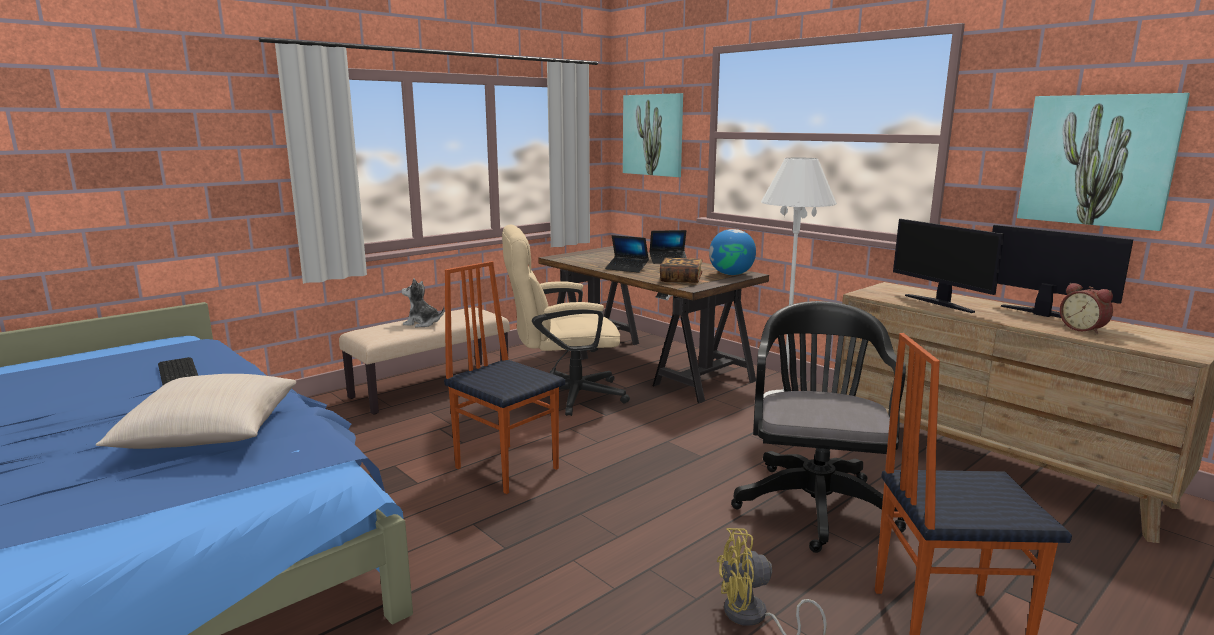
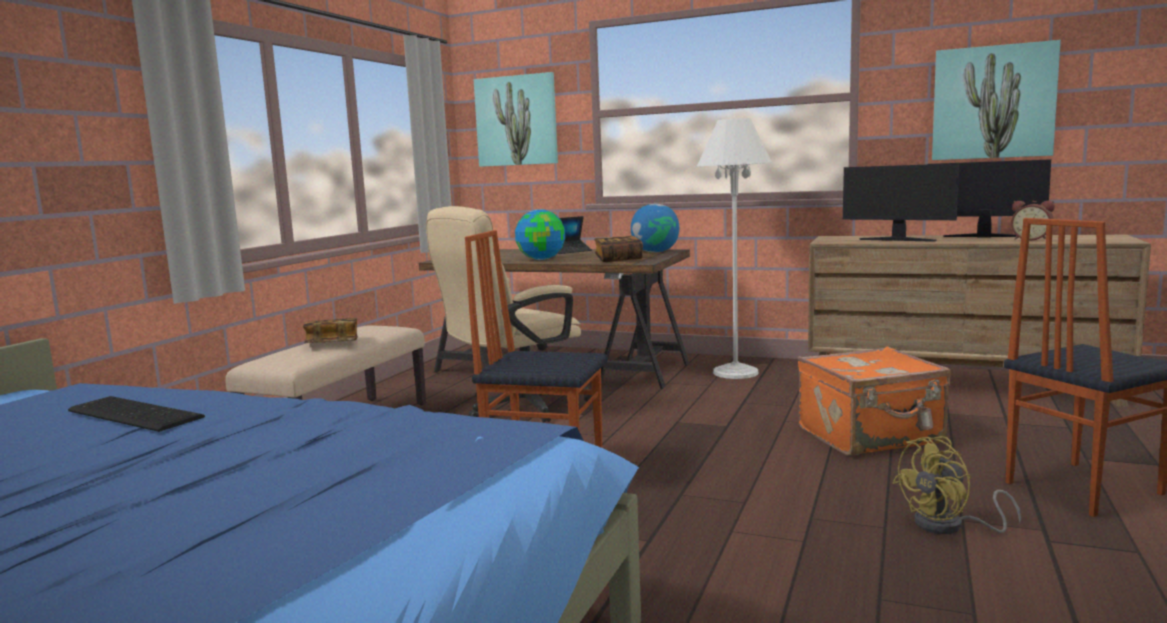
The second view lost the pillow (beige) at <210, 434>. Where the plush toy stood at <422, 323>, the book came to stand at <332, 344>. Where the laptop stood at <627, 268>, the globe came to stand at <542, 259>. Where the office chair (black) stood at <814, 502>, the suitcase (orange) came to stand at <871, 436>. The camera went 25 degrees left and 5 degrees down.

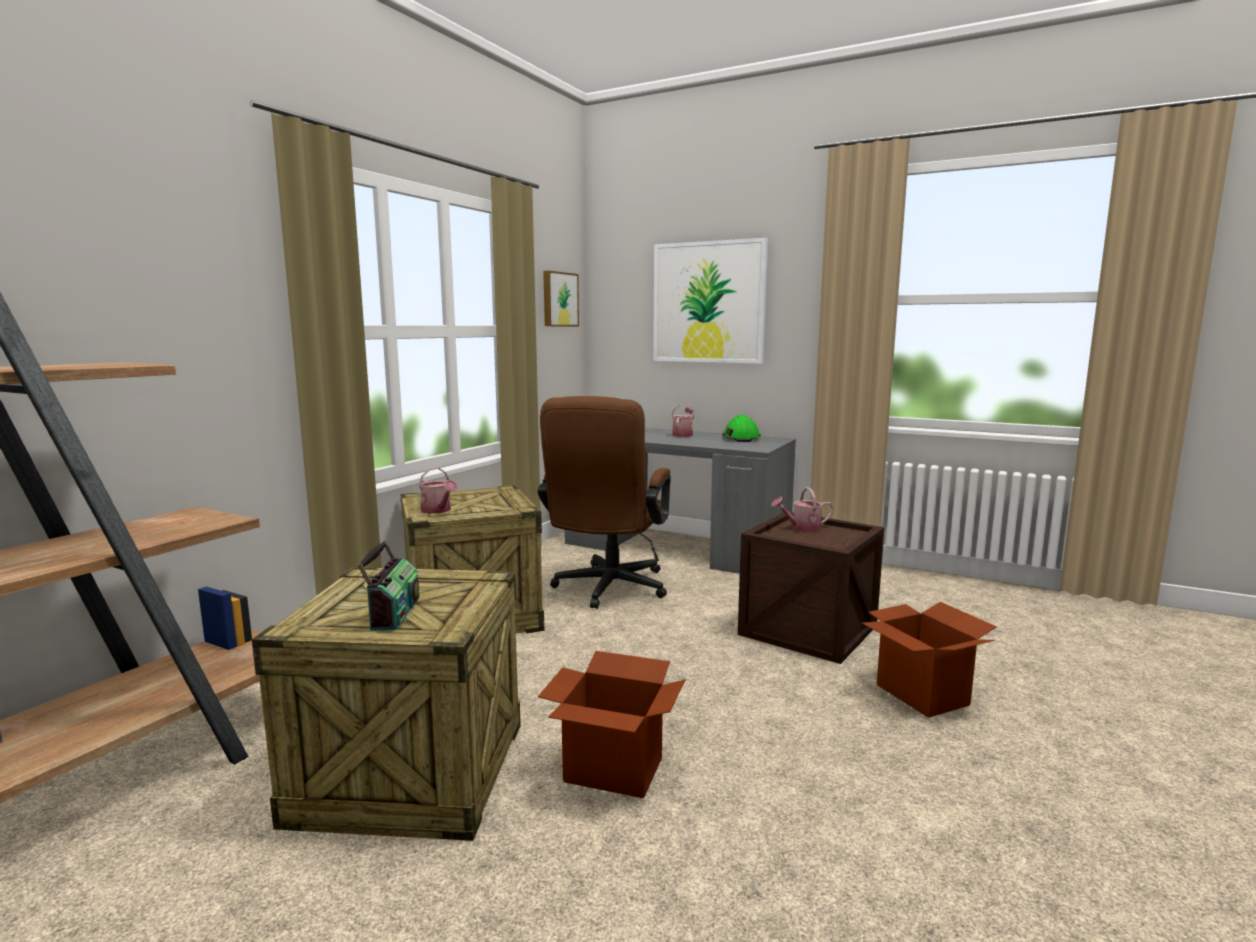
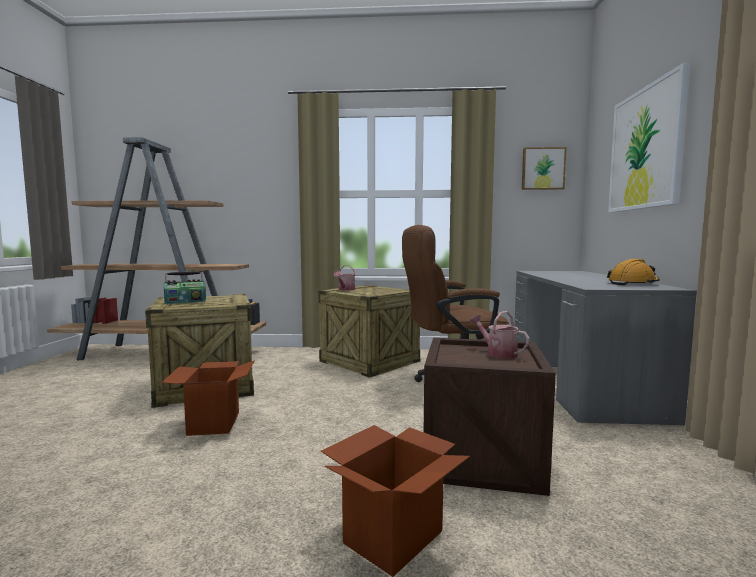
The second view lost the watering can at <683, 434>. What was the hard hat (green) at <741, 438> turned into the hard hat (orange) at <633, 283>. The camera went 65 degrees right and 5 degrees down.

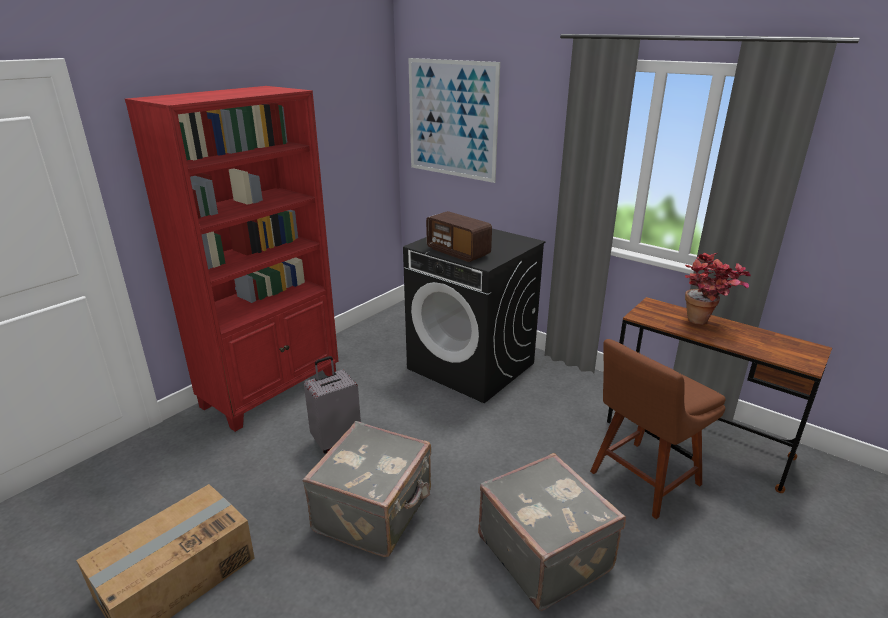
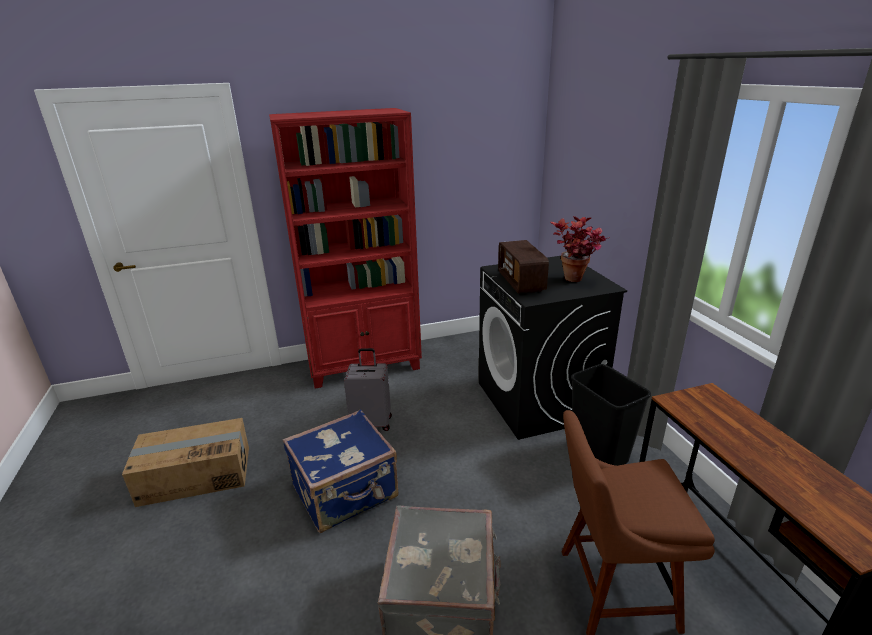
What was the suitcase (grey) at <375, 511> turned into the suitcase (blue) at <346, 492>. The second view lost the picture at <452, 119>. The potted plant ended up elsewhere, having gone from <704, 323> to <576, 282>. The second view gained the trash can (black) at <600, 454>. The camera went 35 degrees right and 0 degrees up.

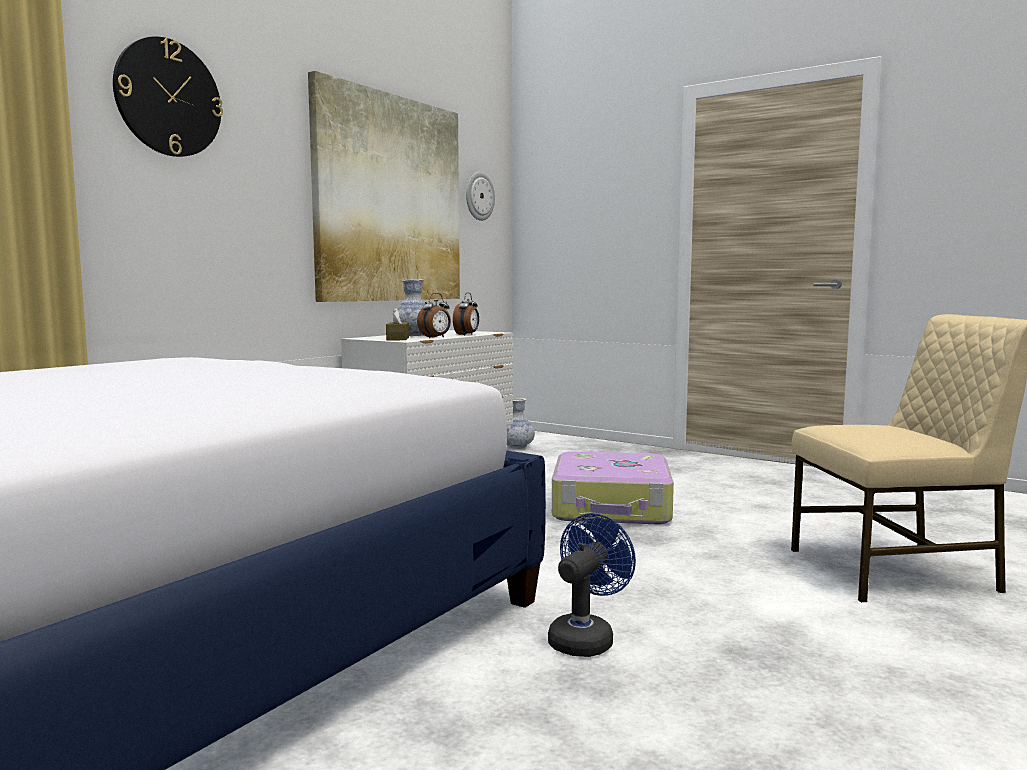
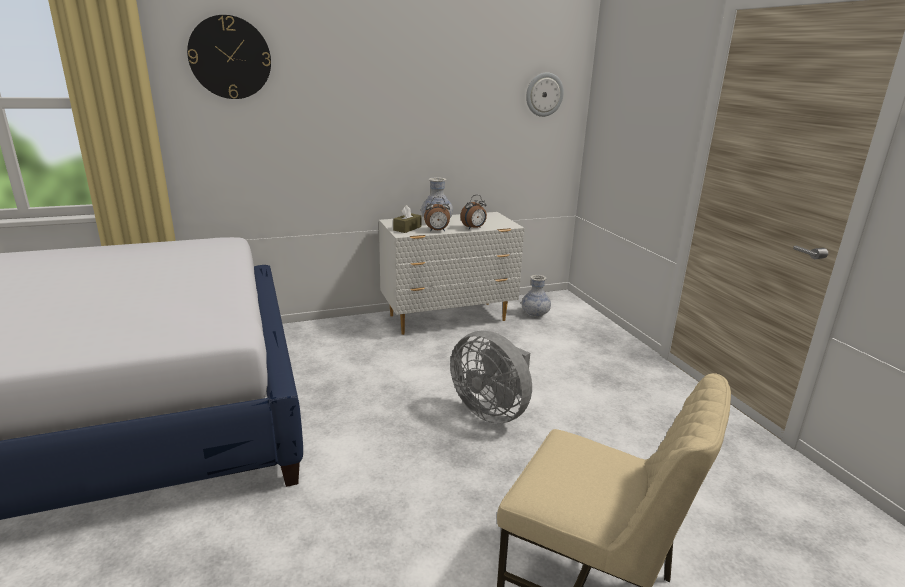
The second view lost the picture at <389, 199>. The second view lost the fan (blue) at <585, 638>. Where the suitcase stood at <612, 507>, the fan (grey) came to stand at <492, 410>. The camera went 35 degrees right and 15 degrees up.

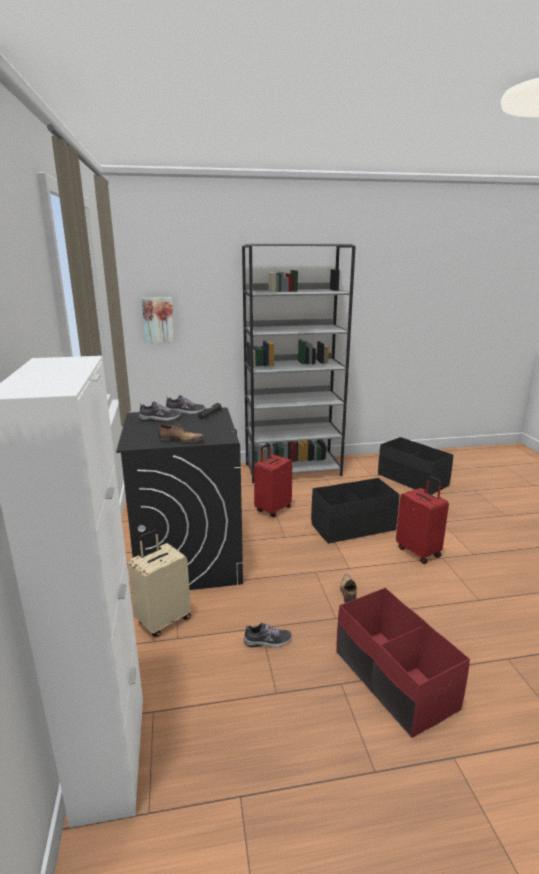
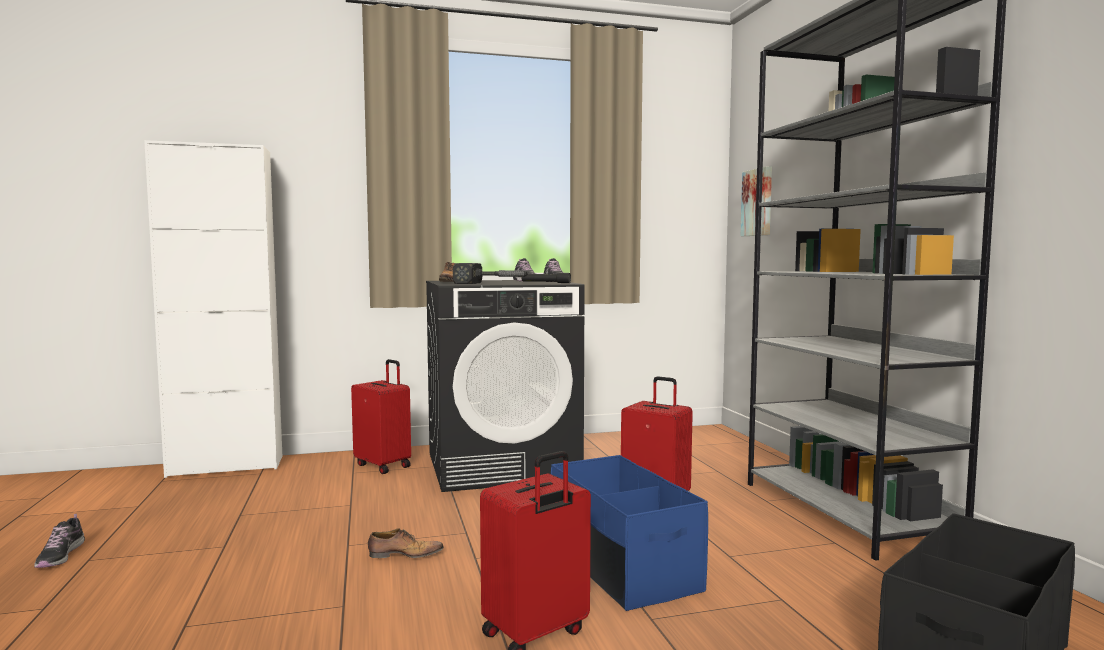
What was the suitcase (beige) at <163, 620> turned into the suitcase (red) at <384, 465>. The shoe ended up elsewhere, having gone from <267, 641> to <60, 556>. What was the storage box (black) at <353, 527> turned into the storage box (blue) at <621, 565>. The second view lost the storage box (red) at <394, 680>. The second view gained the hammer at <494, 283>. The camera went 85 degrees right and 15 degrees down.

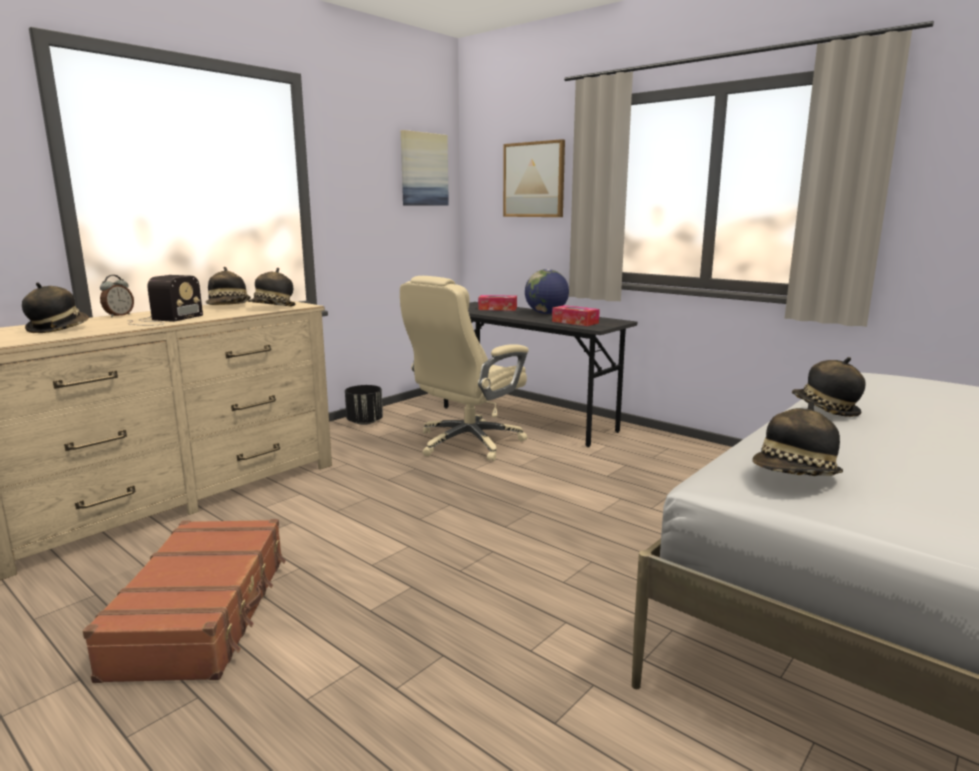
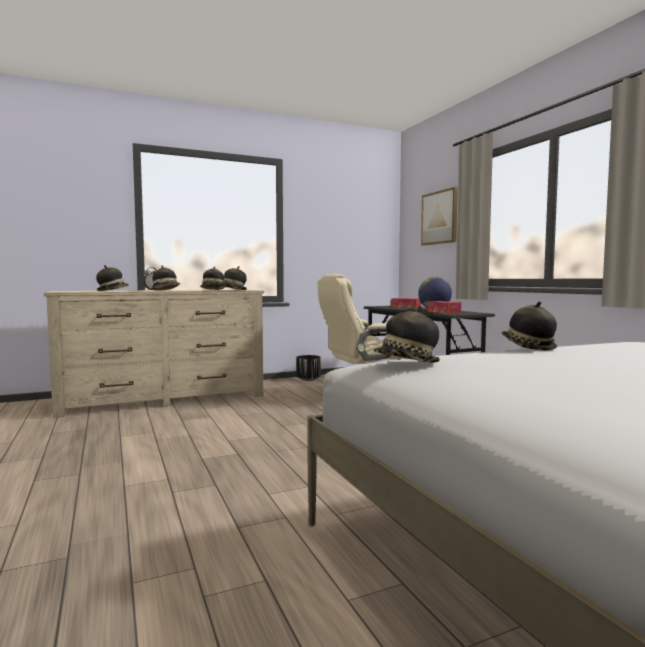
The second view lost the suitcase (brown) at <203, 613>. Where the radio stood at <163, 320>, the hat came to stand at <166, 290>. The second view lost the picture at <423, 169>. The camera went 25 degrees right and 10 degrees down.

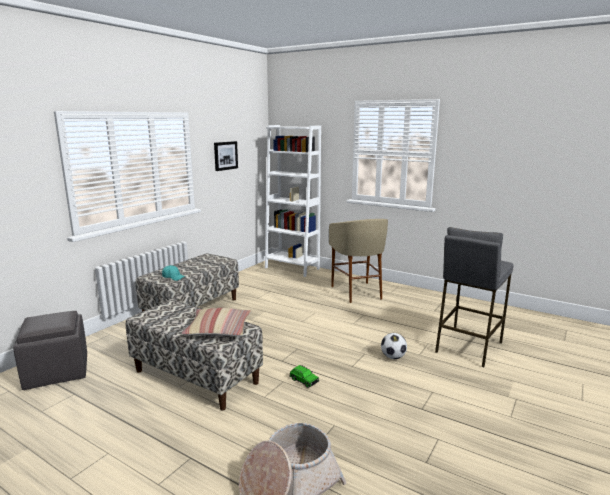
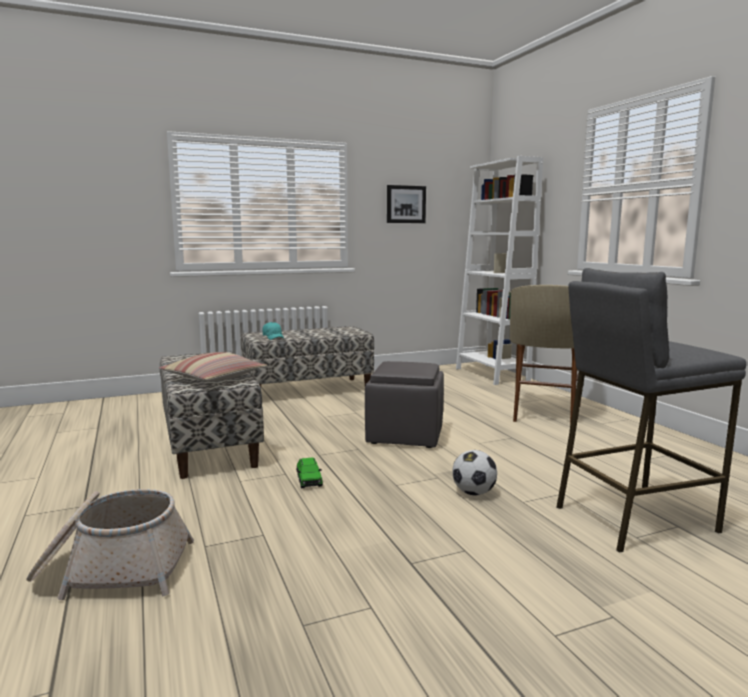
The ottoman (grey) ended up elsewhere, having gone from <56, 372> to <404, 435>. The camera went 35 degrees right and 5 degrees down.

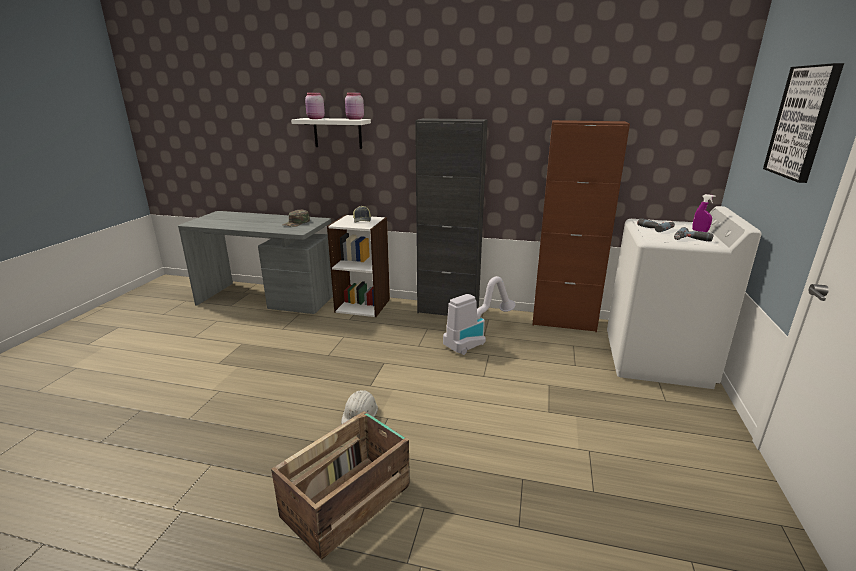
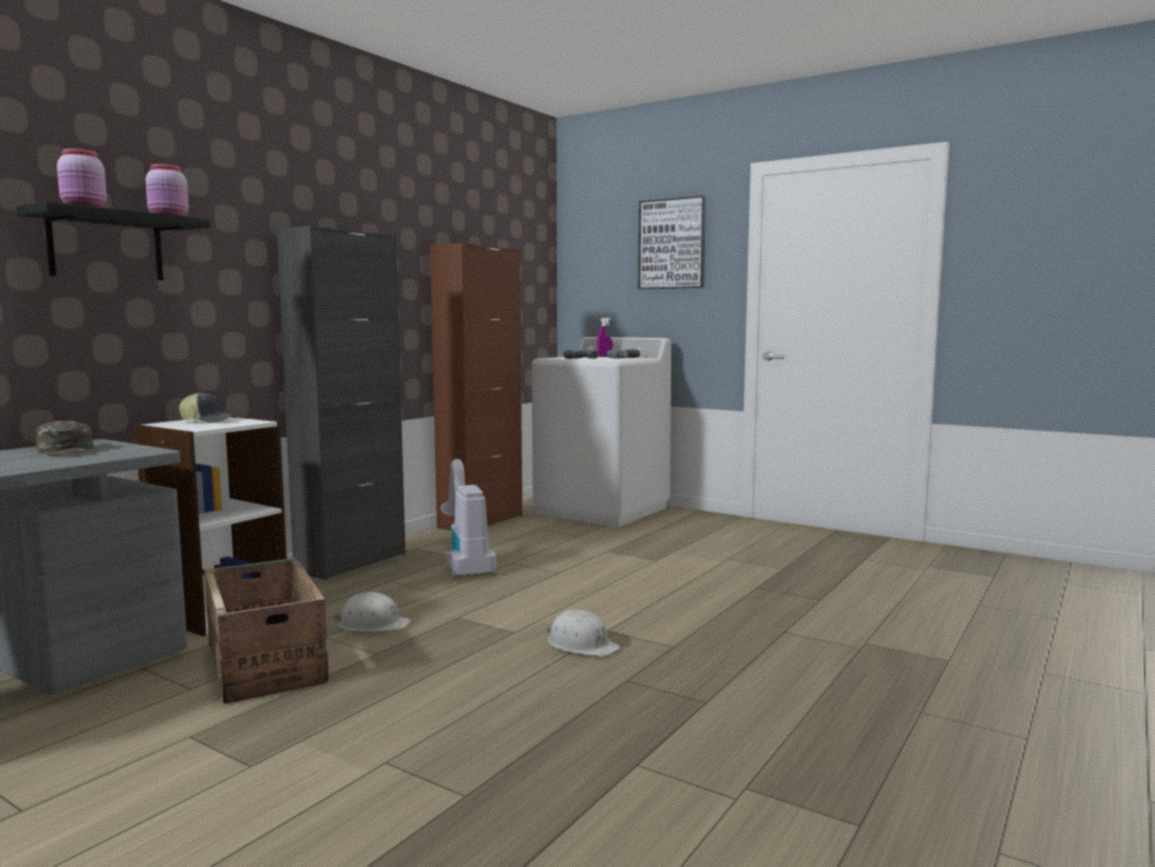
The crate ended up elsewhere, having gone from <349, 500> to <266, 663>. What was the shelf (white) at <337, 133> turned into the shelf (black) at <106, 246>. The second view gained the hard hat (white) at <373, 624>. The camera went 70 degrees left and 15 degrees down.

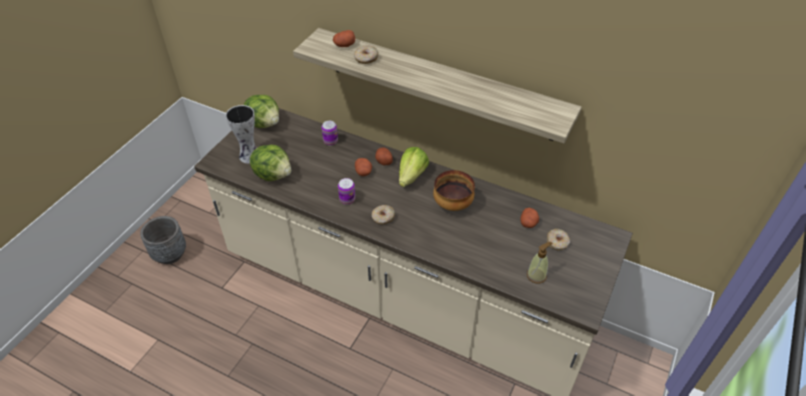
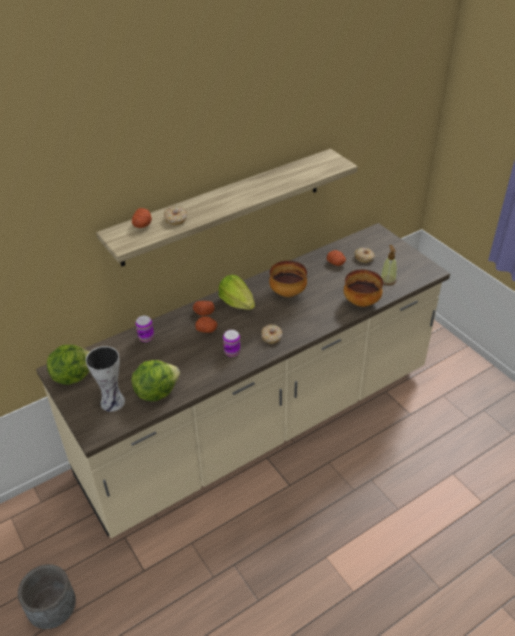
The second view gained the bowl at <362, 302>. The camera went 60 degrees left and 5 degrees down.

